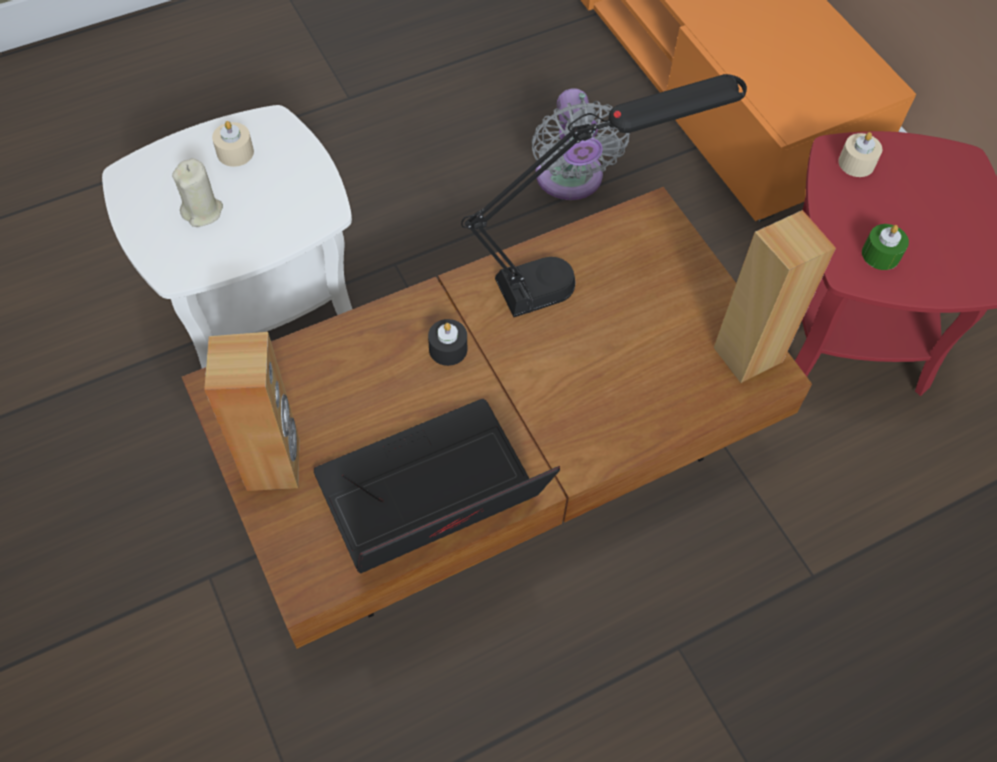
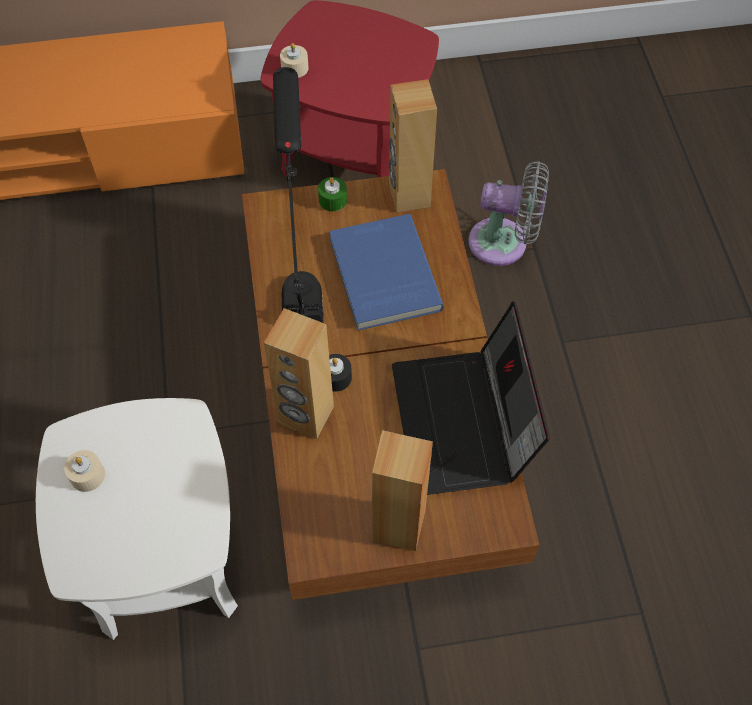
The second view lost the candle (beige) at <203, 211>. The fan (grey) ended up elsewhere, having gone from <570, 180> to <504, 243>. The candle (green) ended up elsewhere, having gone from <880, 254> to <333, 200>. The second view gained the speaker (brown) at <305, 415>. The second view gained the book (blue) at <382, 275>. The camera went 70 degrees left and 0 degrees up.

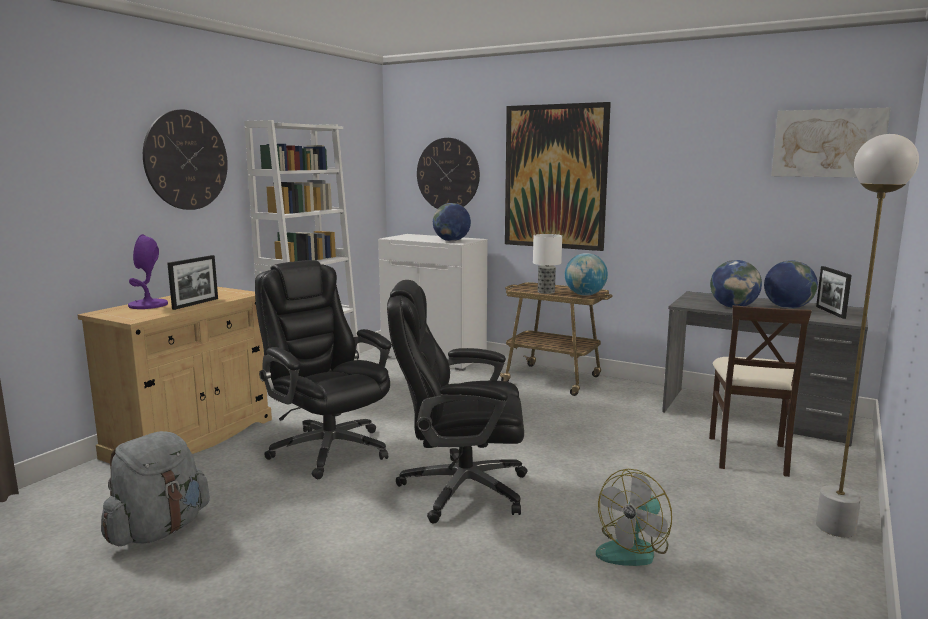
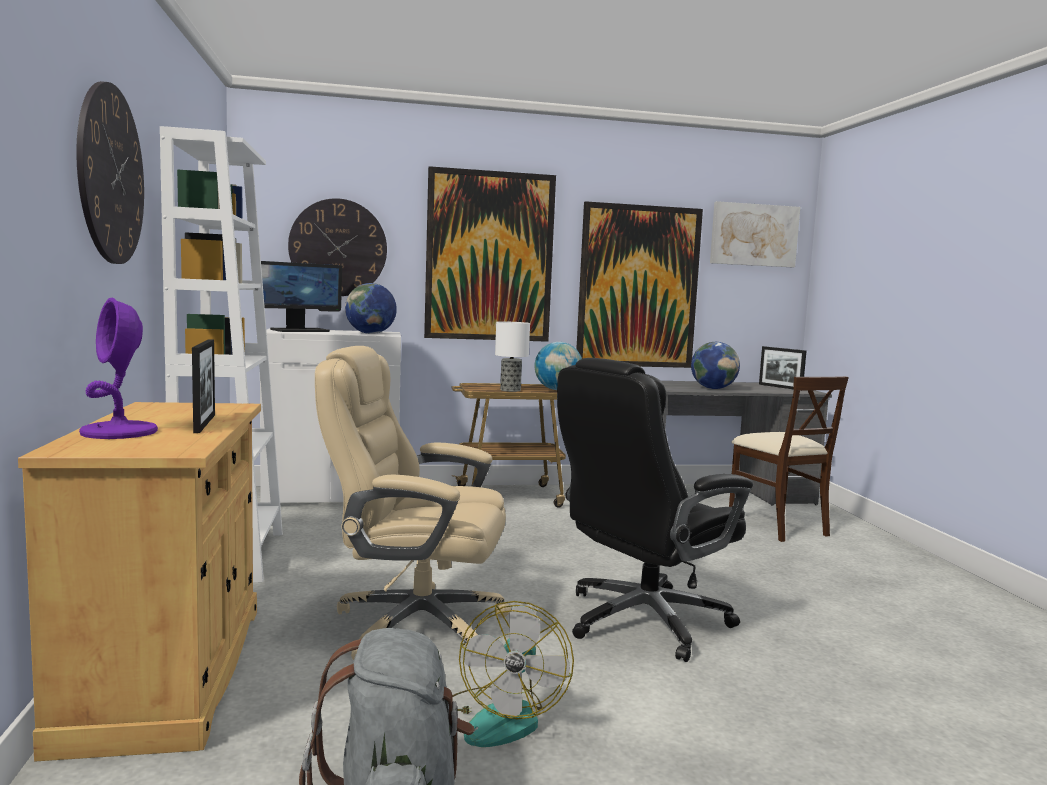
What was the office chair (black) at <328, 449> turned into the office chair (beige) at <415, 625>. The fan ended up elsewhere, having gone from <633, 549> to <504, 716>. The second view lost the globe at <787, 307>. The second view lost the floor lamp (white) at <836, 528>. The second view gained the monitor at <300, 330>. The second view gained the picture at <638, 286>. The camera went 40 degrees left and 5 degrees down.

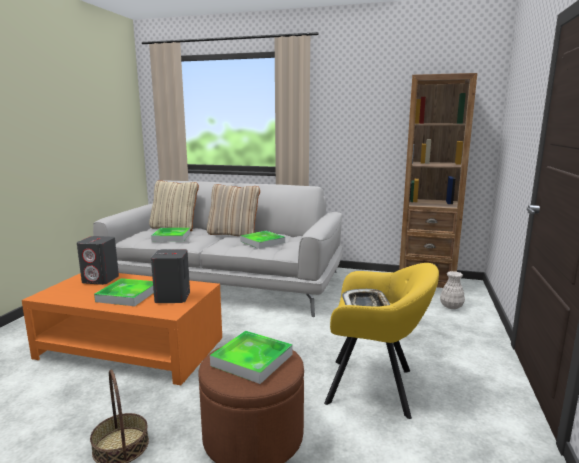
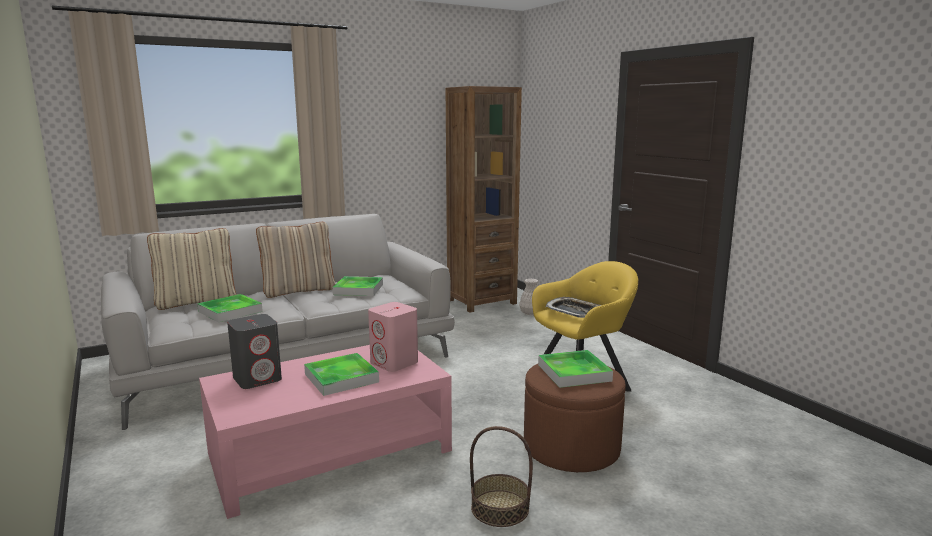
What was the coffee table (orange) at <131, 348> turned into the coffee table (pink) at <330, 452>. What was the speaker (grey) at <172, 298> turned into the speaker (pink) at <394, 363>. The camera went 45 degrees left and 0 degrees up.

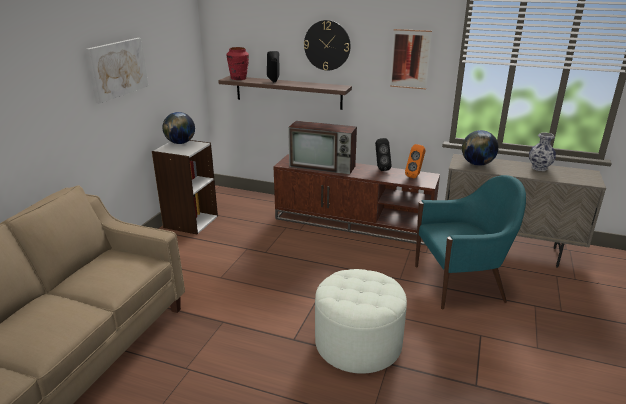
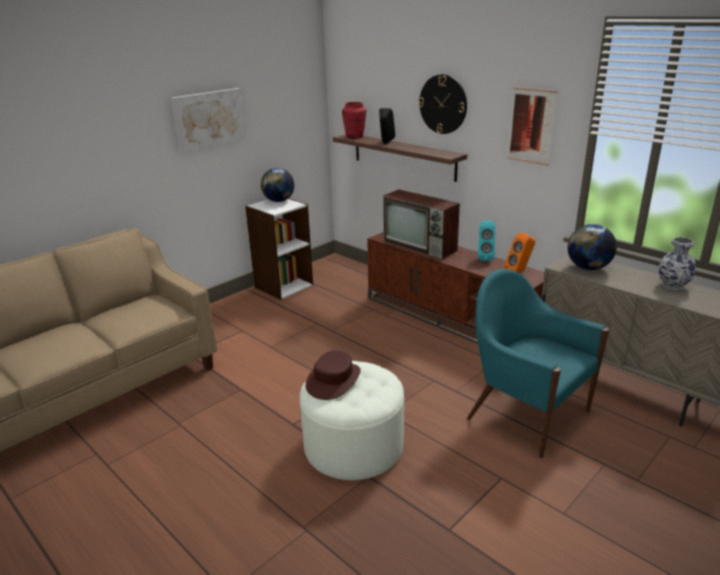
What was the speaker (black) at <380, 168> turned into the speaker (turquoise) at <484, 258>. The armchair (turquoise) at <460, 283> ended up facing another way, 150 degrees counterclockwise from before. The second view gained the hat (brown) at <334, 380>. The camera went 25 degrees right and 0 degrees up.

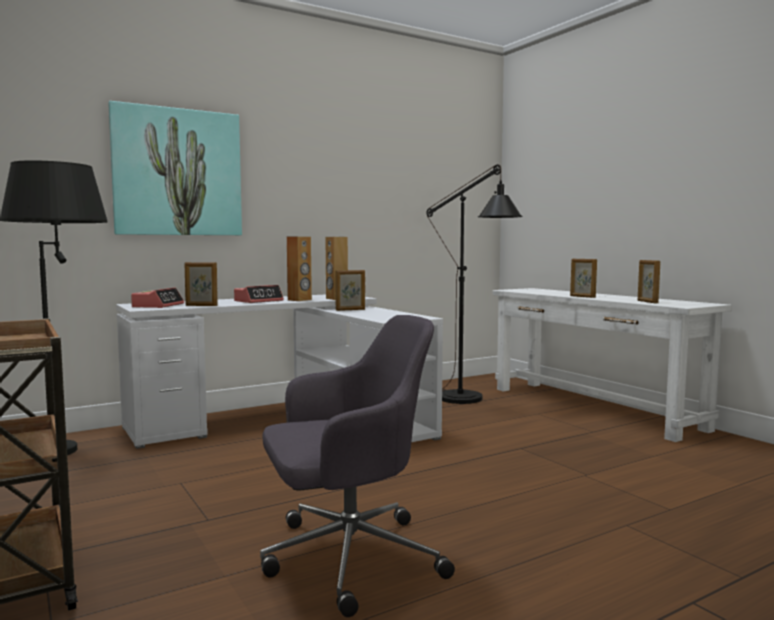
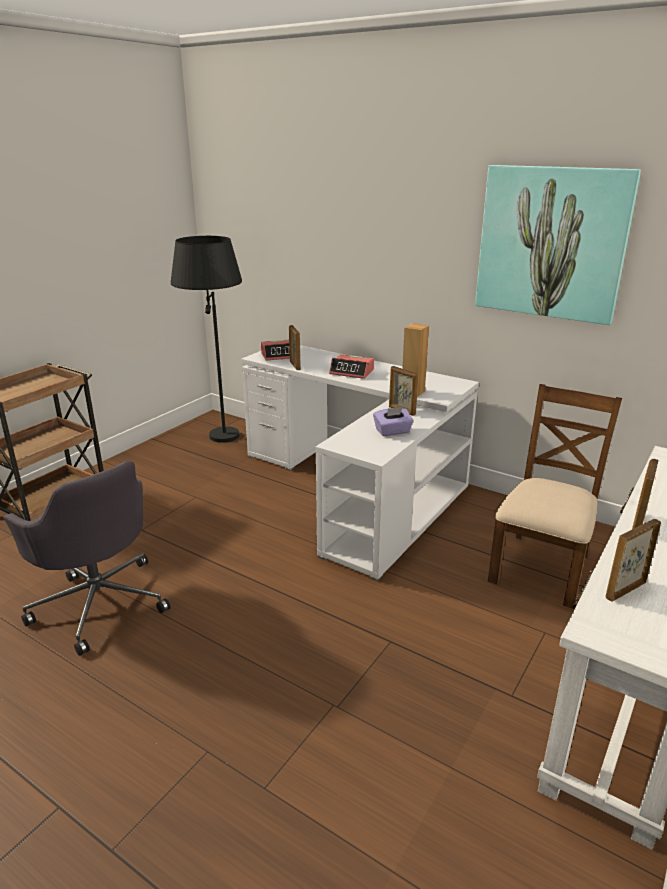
The picture ended up elsewhere, having gone from <177, 172> to <551, 243>. The second view lost the speaker (brown) at <299, 300>. Where the floor lamp (black) stood at <469, 401>, the chair (brown) came to stand at <541, 567>. The second view gained the tissue box (purple) at <392, 432>. The camera went 65 degrees right and 20 degrees up.

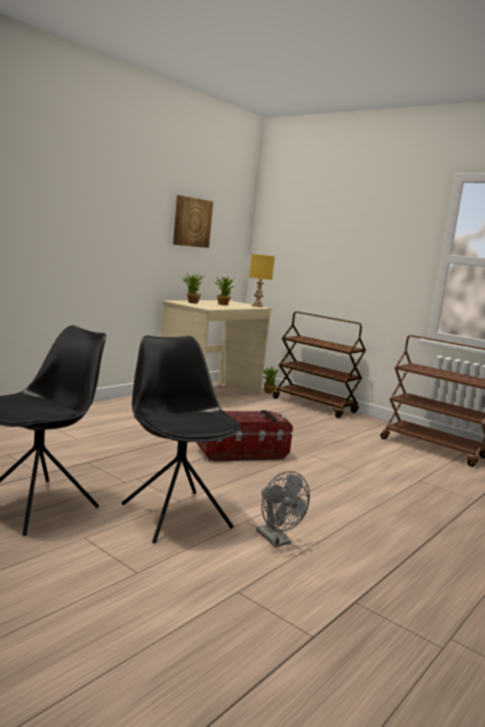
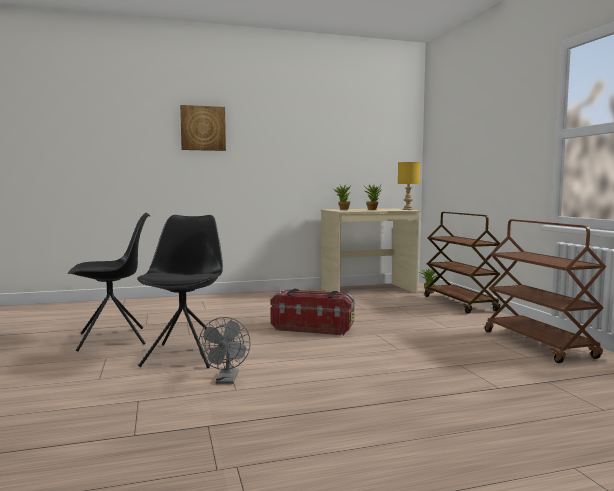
The picture ended up elsewhere, having gone from <192, 222> to <203, 128>. The camera went 35 degrees right and 5 degrees down.

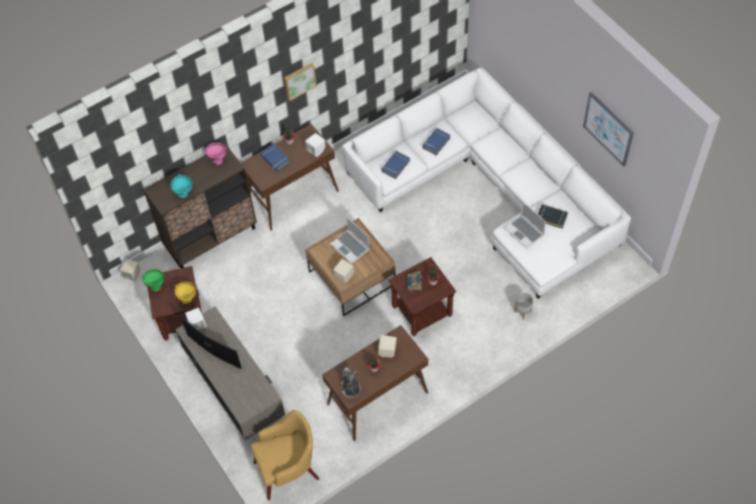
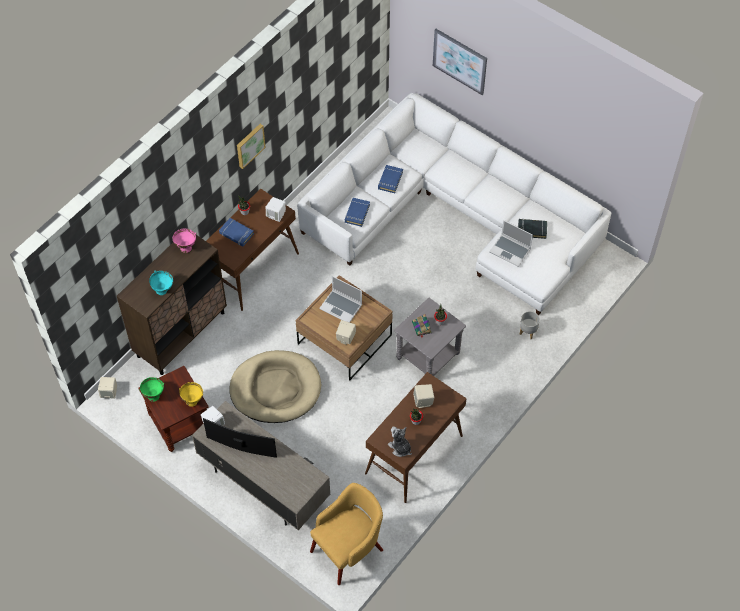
What was the side table (brown) at <422, 312> turned into the side table (grey) at <428, 356>. The picture ended up elsewhere, having gone from <608, 129> to <460, 61>. The second view gained the dog bed (beige) at <275, 389>. The camera went 20 degrees left and 0 degrees up.

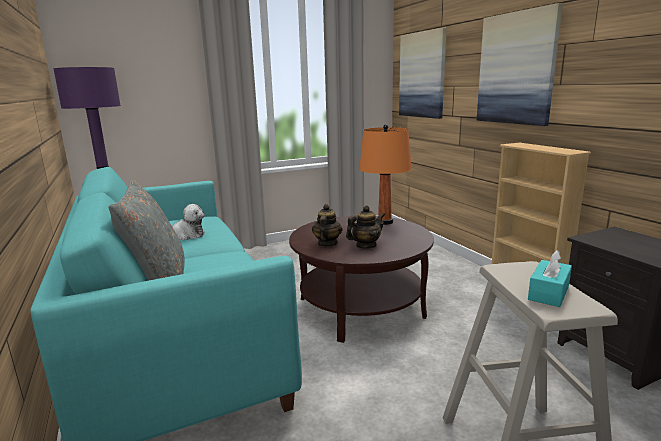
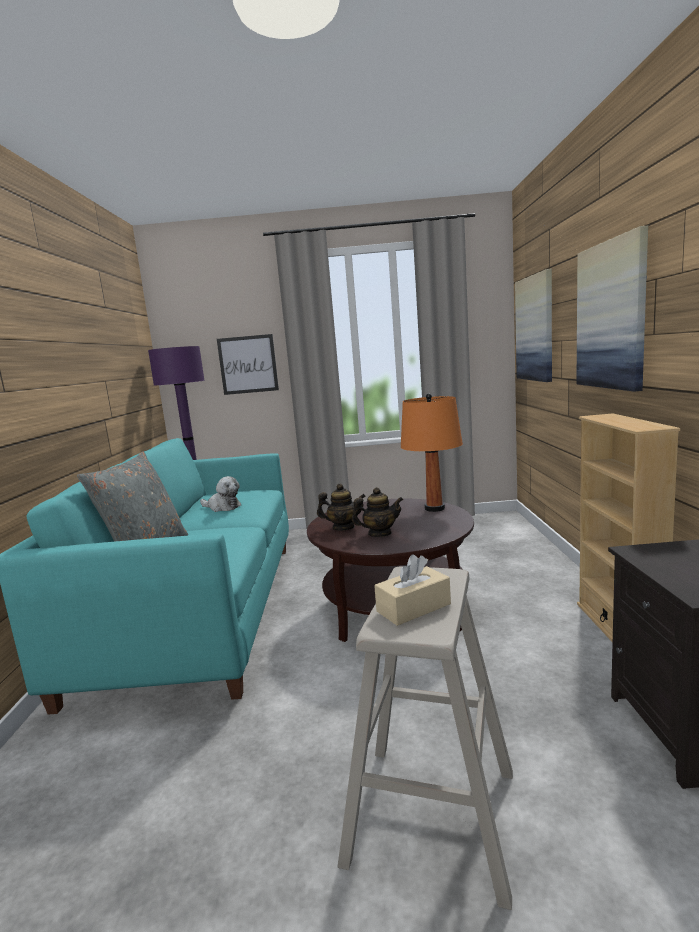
The teapot at <327, 243> ended up facing another way, 60 degrees clockwise from before. What was the tissue box (turquoise) at <548, 292> turned into the tissue box (beige) at <413, 608>. The second view gained the picture at <248, 364>. The camera went 25 degrees right and 5 degrees down.

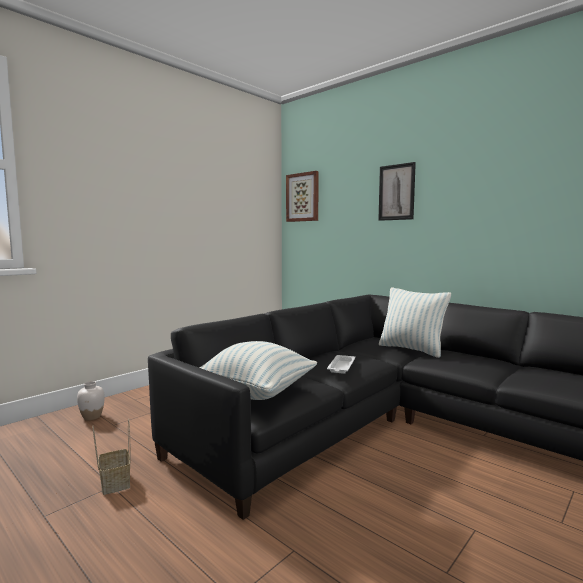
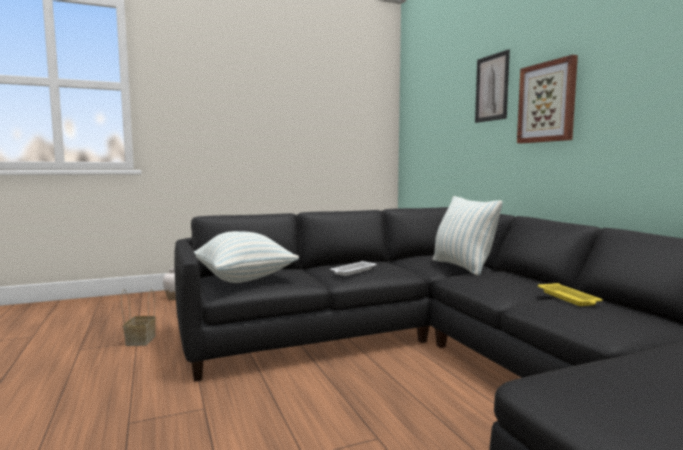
The picture ended up elsewhere, having gone from <303, 197> to <547, 102>. The second view gained the tray (yellow) at <569, 298>. The camera went 25 degrees right and 0 degrees up.

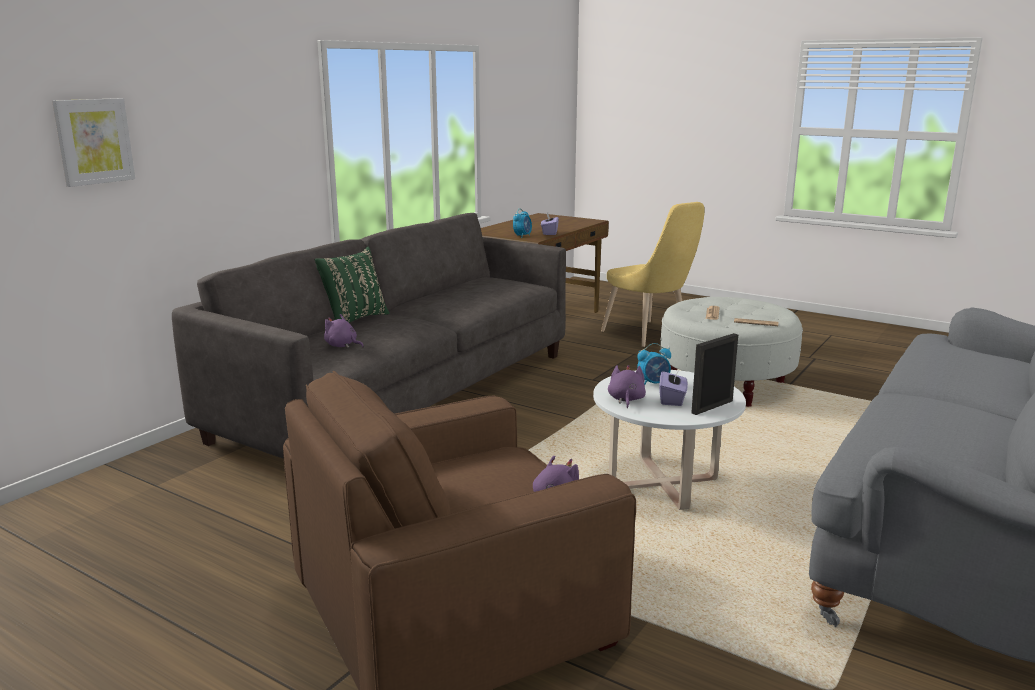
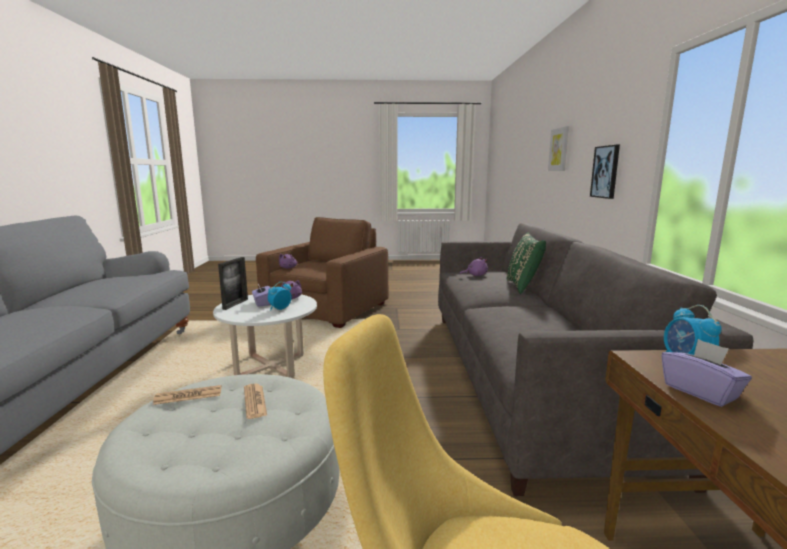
The second view gained the picture at <605, 172>. The camera went 145 degrees right and 5 degrees down.

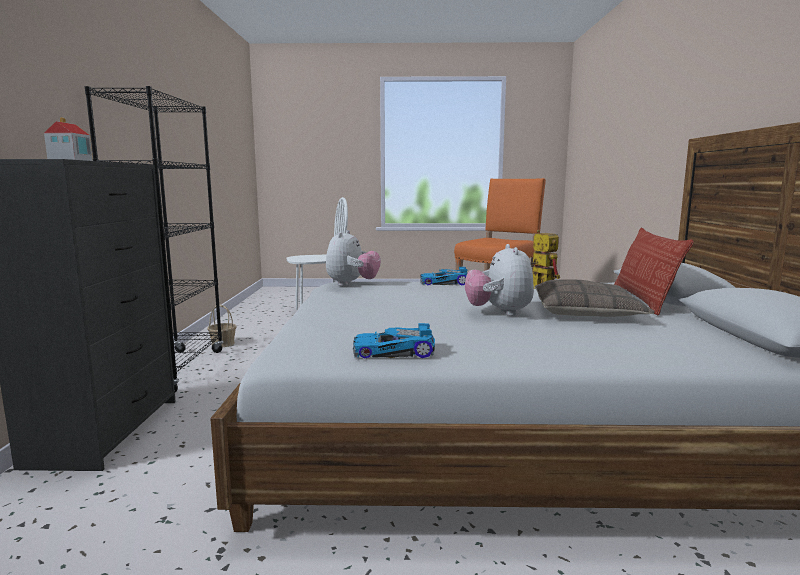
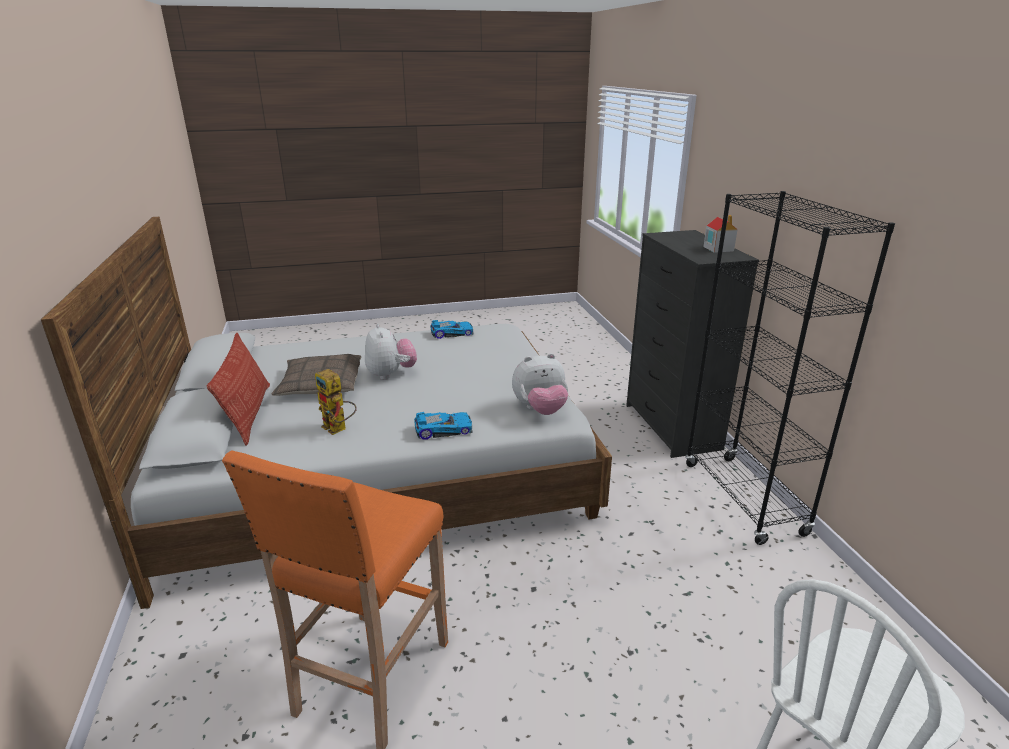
The second view lost the basket at <223, 344>. The plush toy at <352, 284> ended up facing another way, 105 degrees counterclockwise from before. The camera went 165 degrees right and 15 degrees up.

